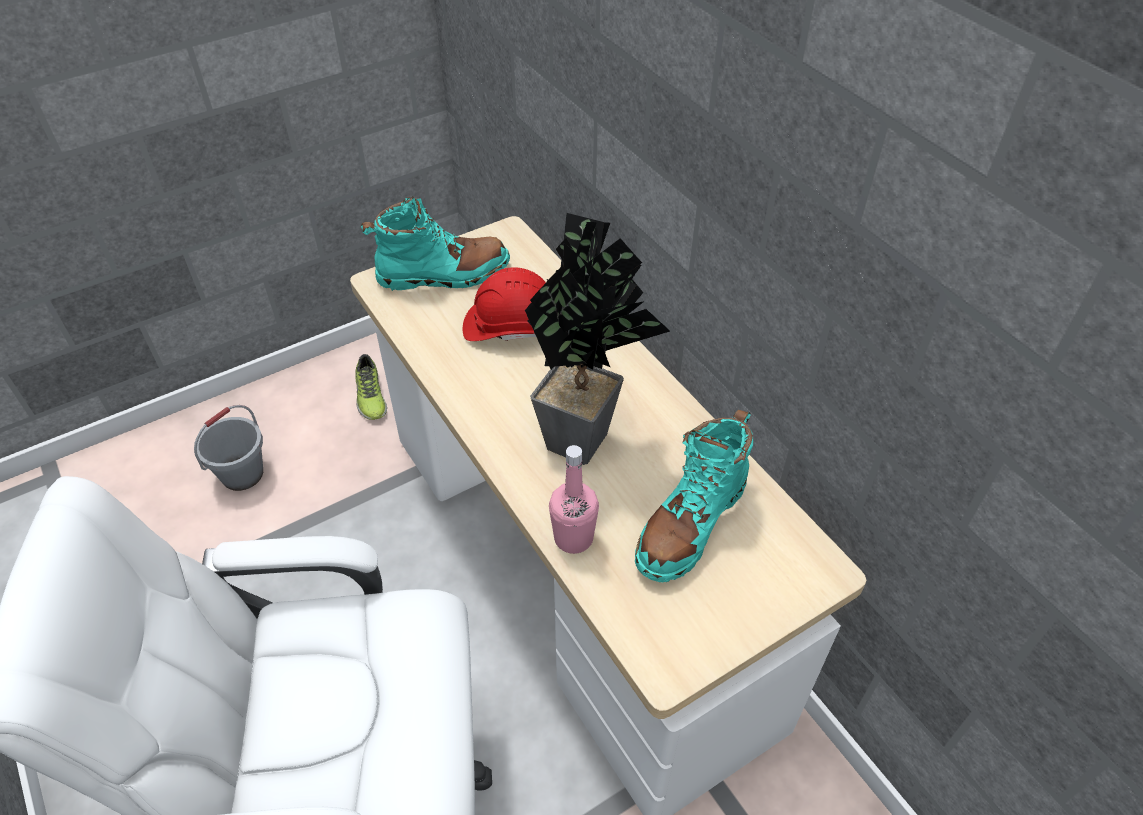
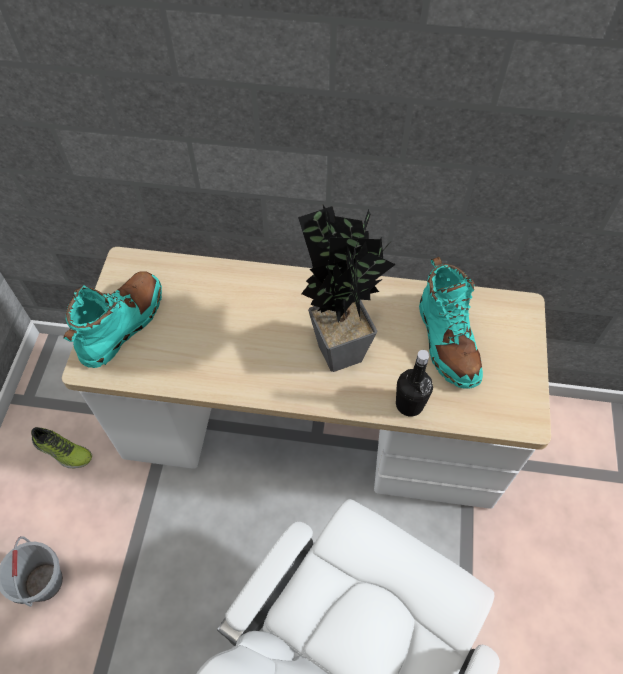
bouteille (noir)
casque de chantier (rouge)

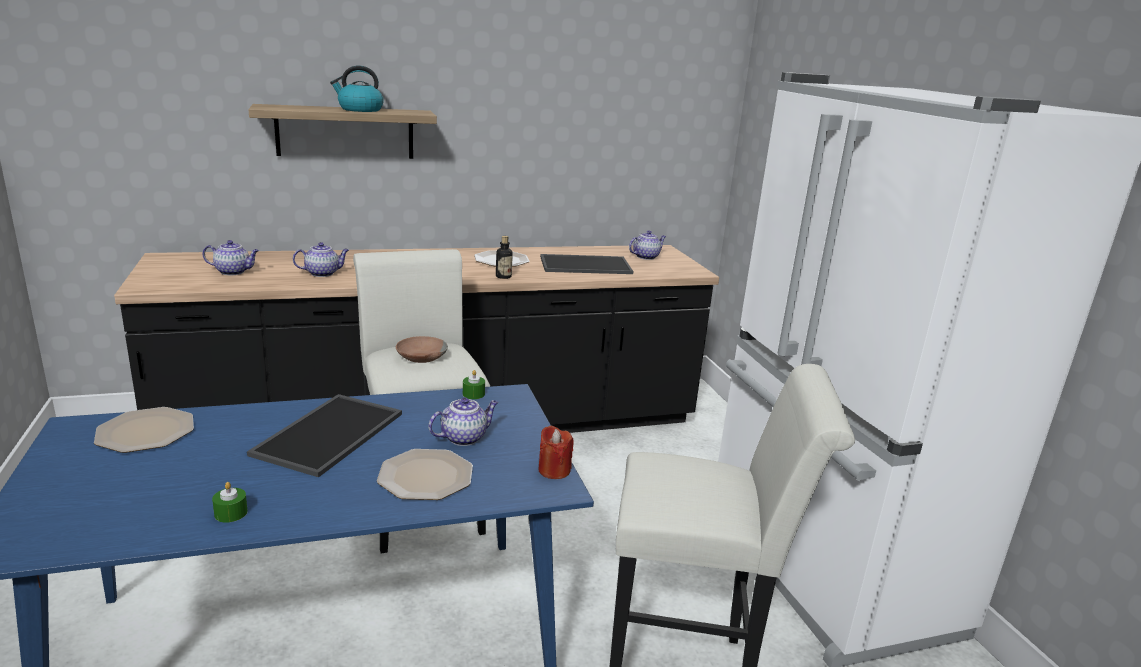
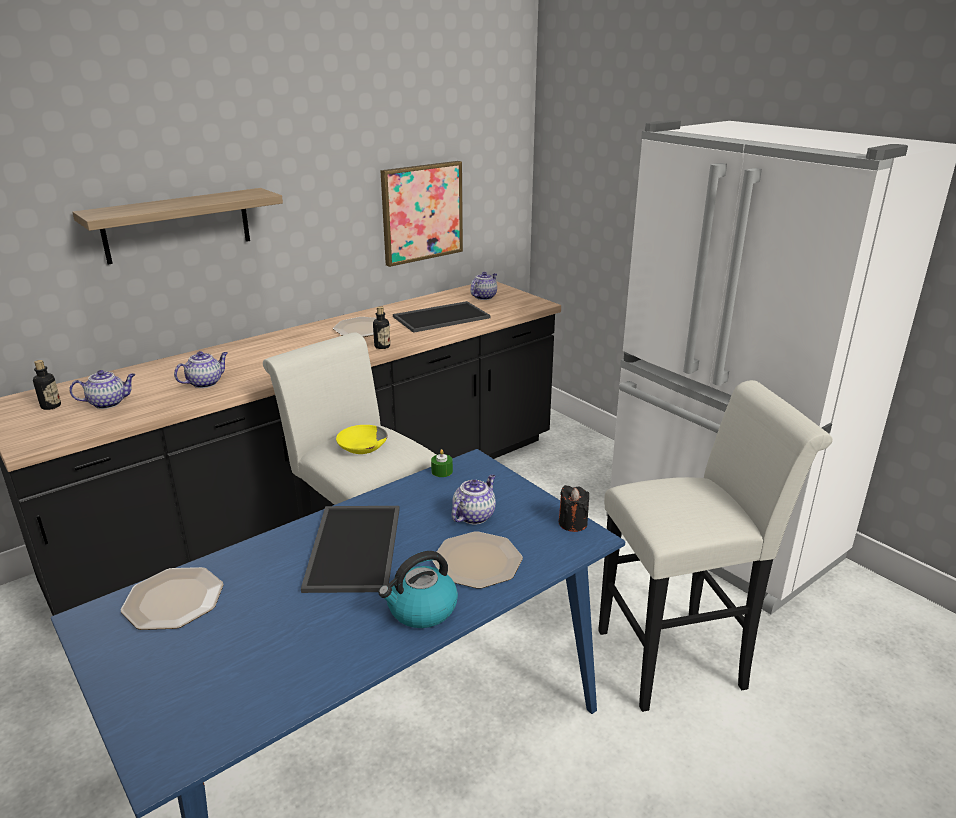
bouteille (1st from left)
bol (jaune)
bouilloire
tableau
bougie (noir)
bougie (vert) (1st from left in the first image)

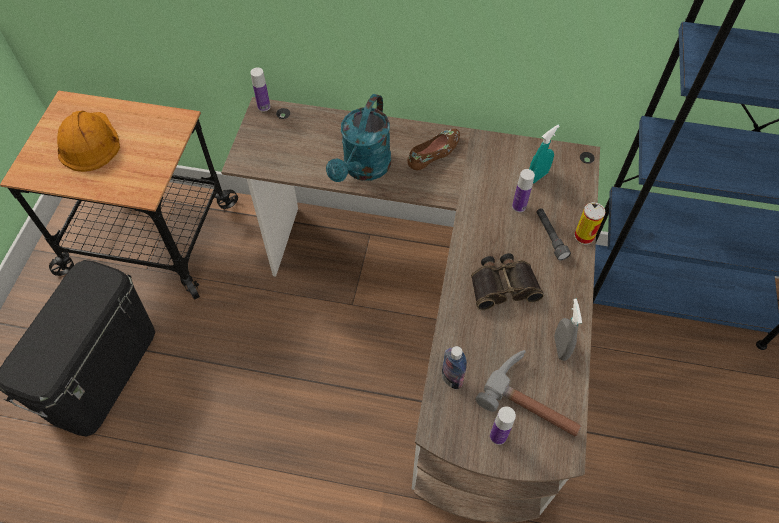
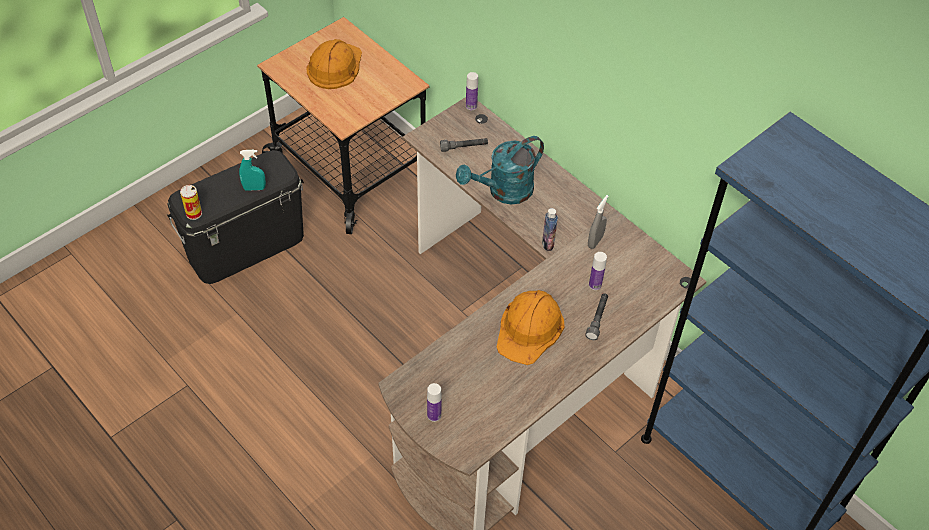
boîte métallique
vaporisateur (turquoise)
lampe de poche (gris) (1st from left)
casque de chantier (orange) (2nd from left)
bouteille (3rd from left)
vaporisateur (gris)
chaussure (marron)
marteau

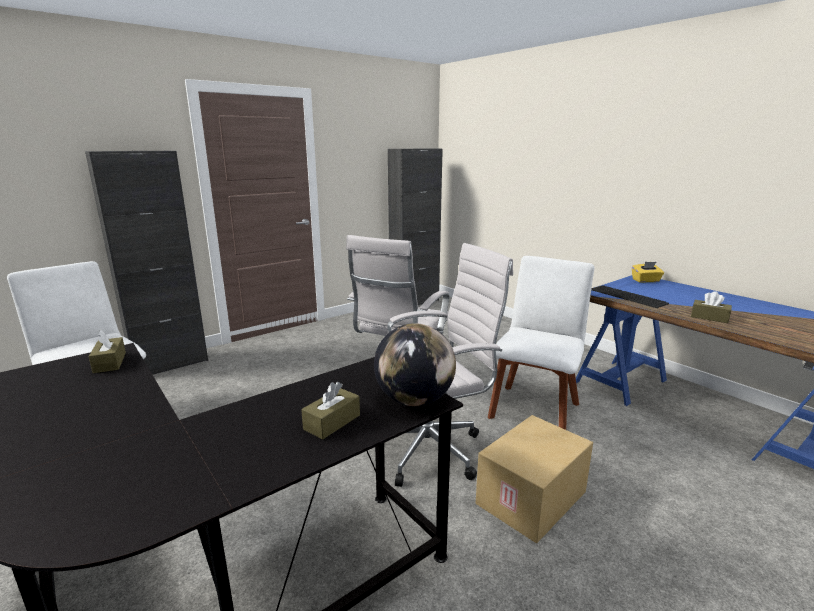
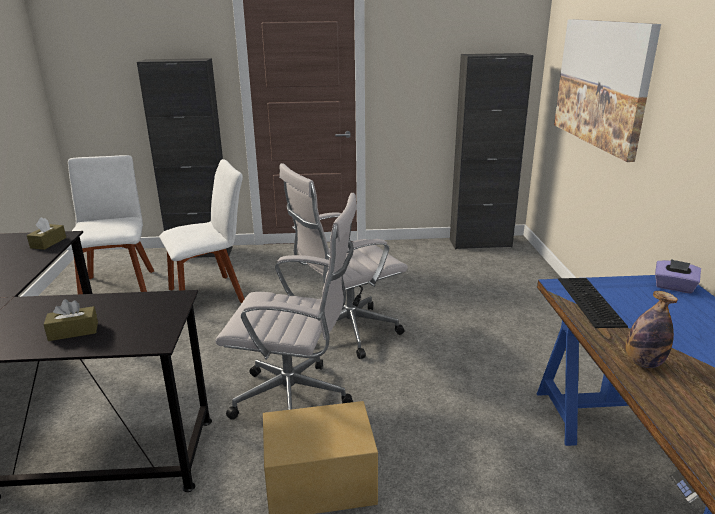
chaise (blanc) (2nd from left)
tableau
bouteille
boîte à mouchoirs (violet)
globe

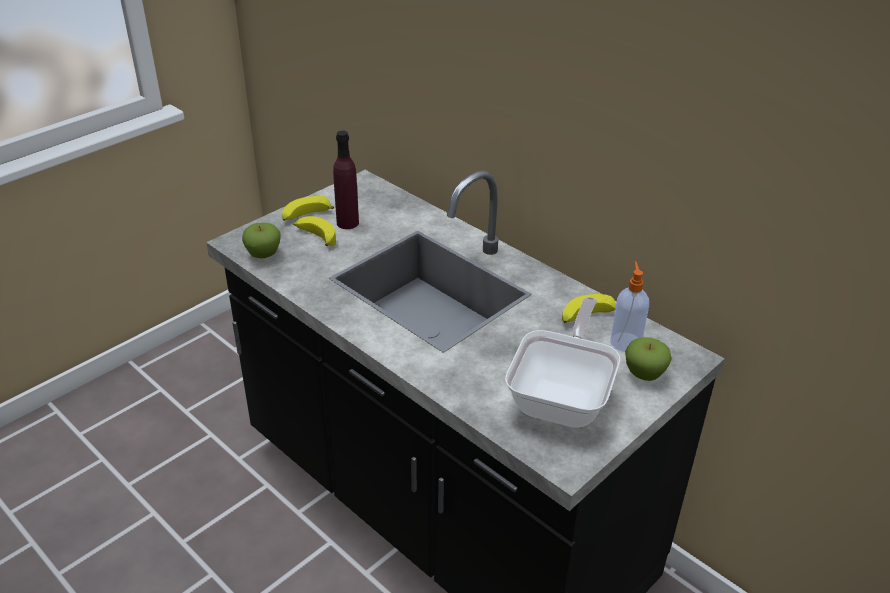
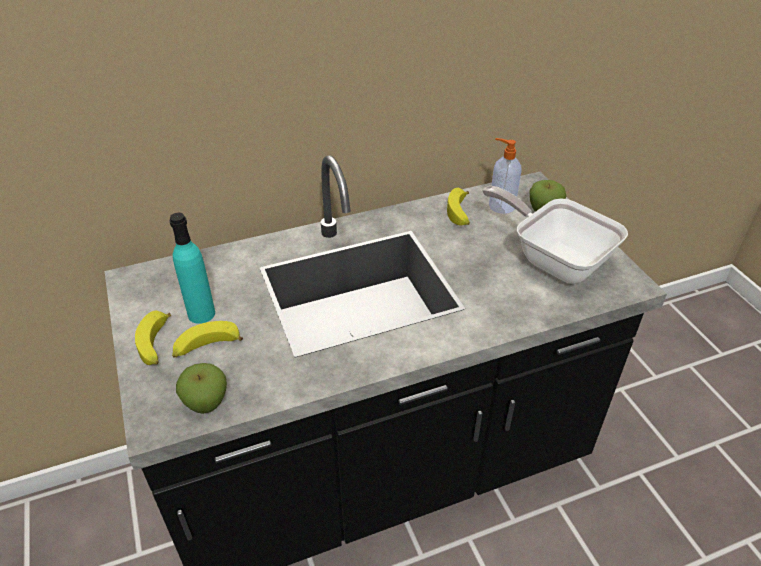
bouteille (turquoise)

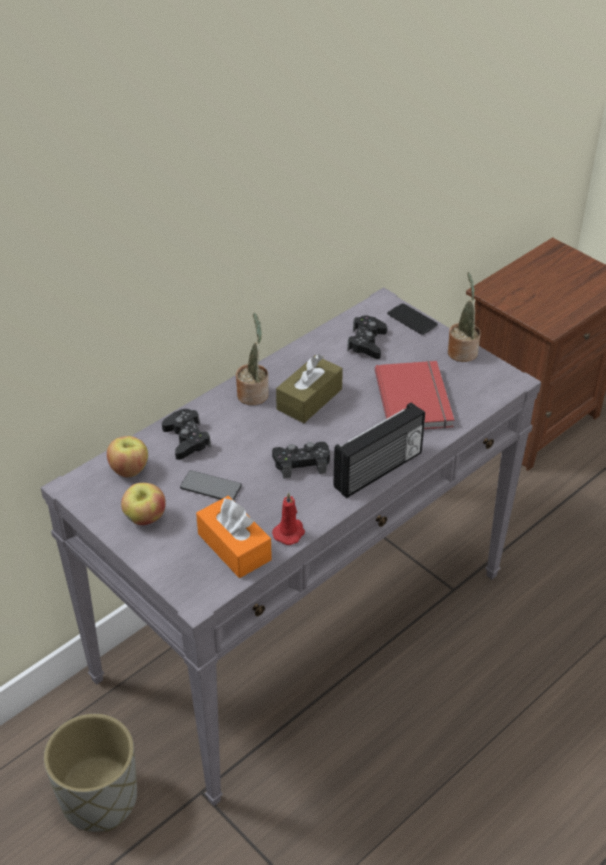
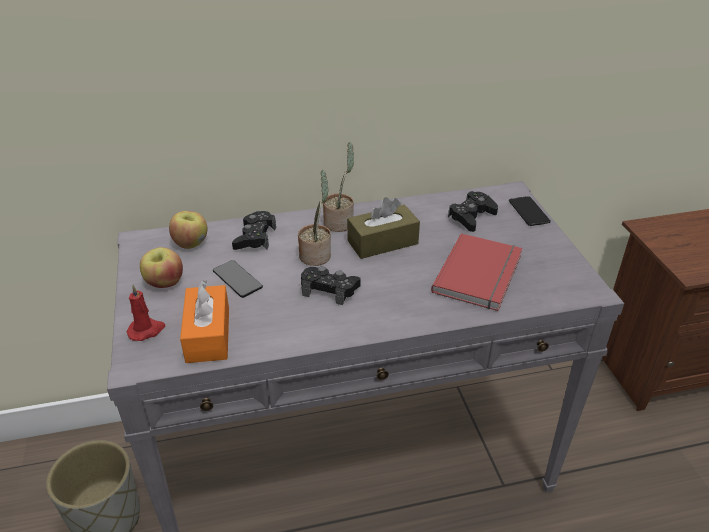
bougie (rouge)
plante en pot (1st from left)
radio

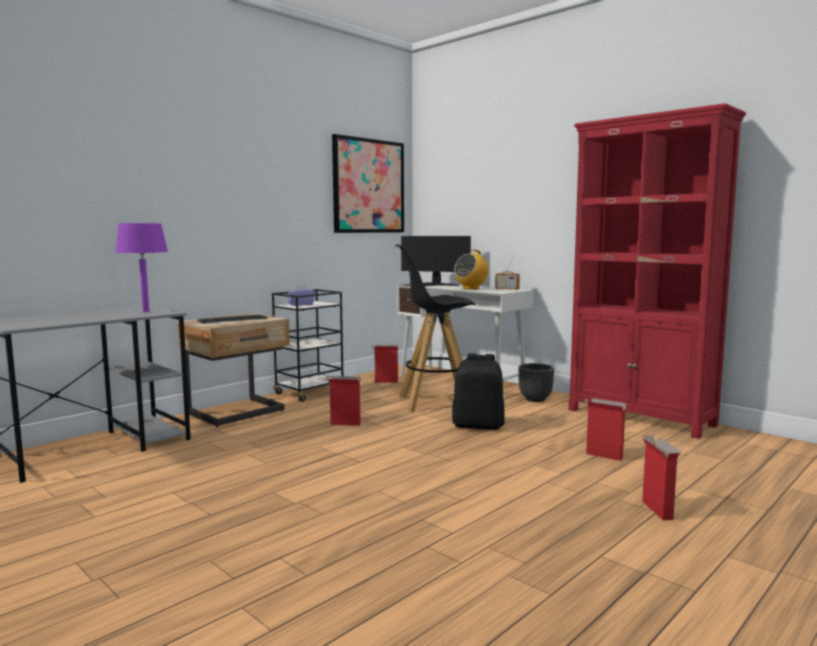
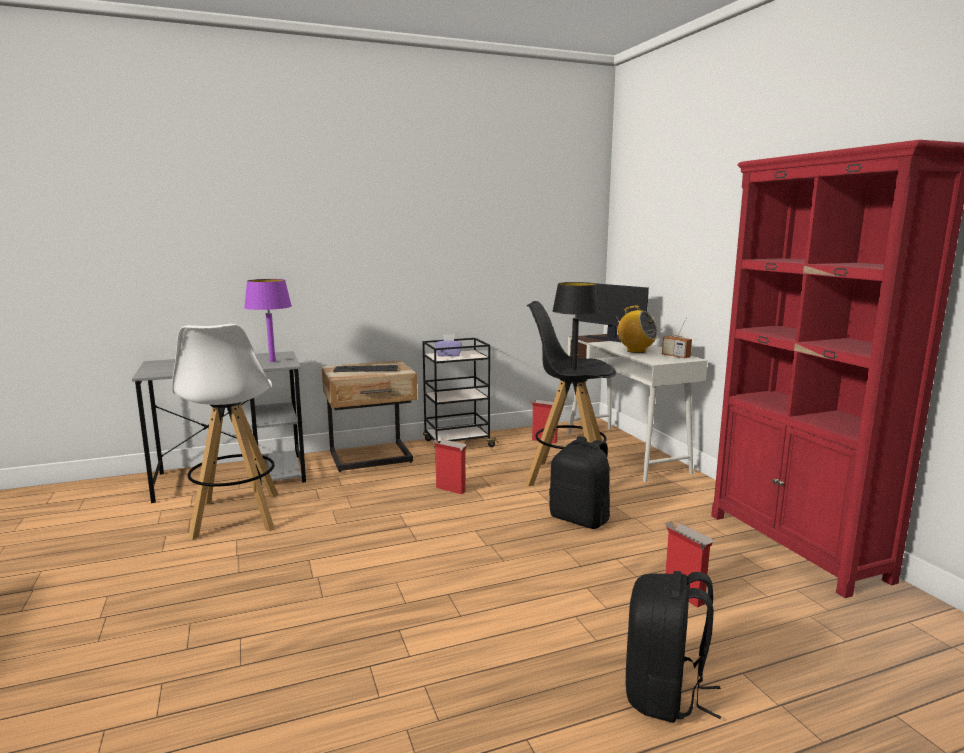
tabouret (blanc)
lampe de table (noir)
radio (1st from left)
sac à dos (noir) (2nd from left)
tableau
cache-pot (noir)

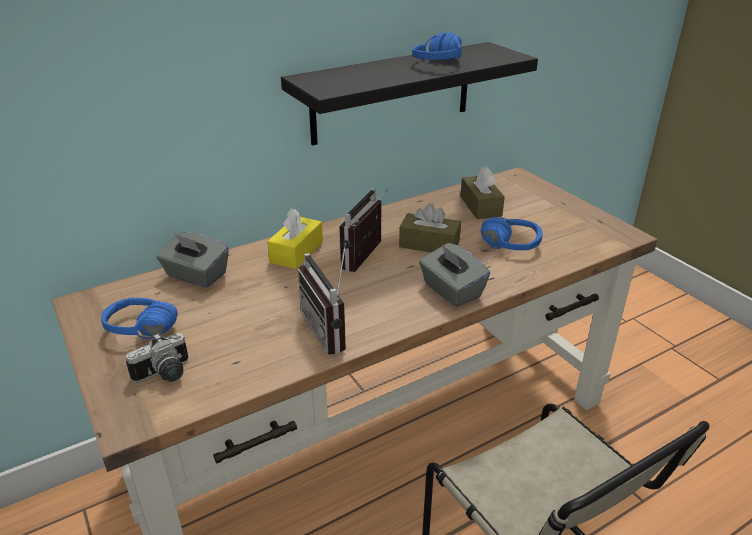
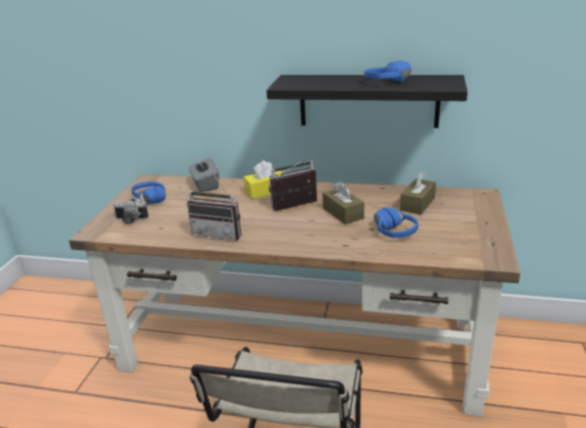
radio (1st from left)
boîte à mouchoirs (gris) (2nd from left in the first image)

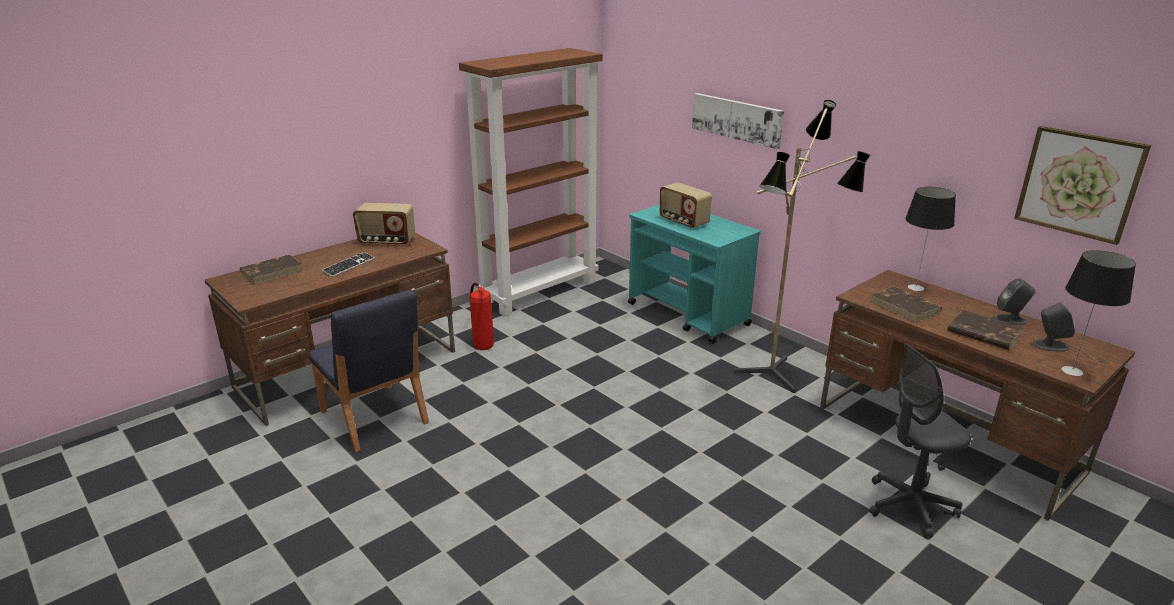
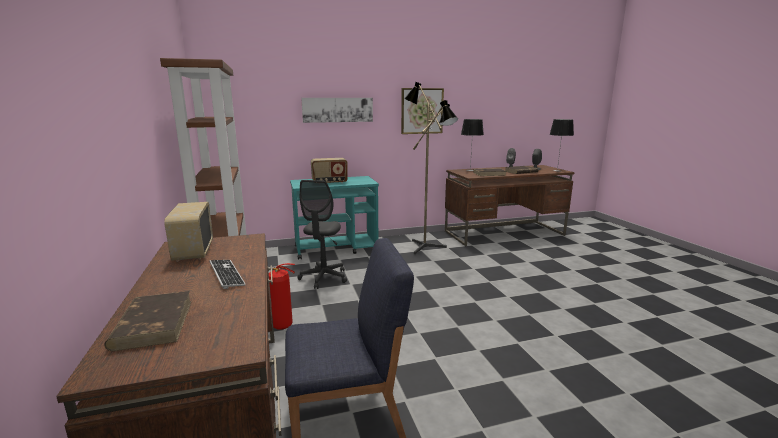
radio (1st from left)
chaise de bureau (gris)
tableau (2nd from left)

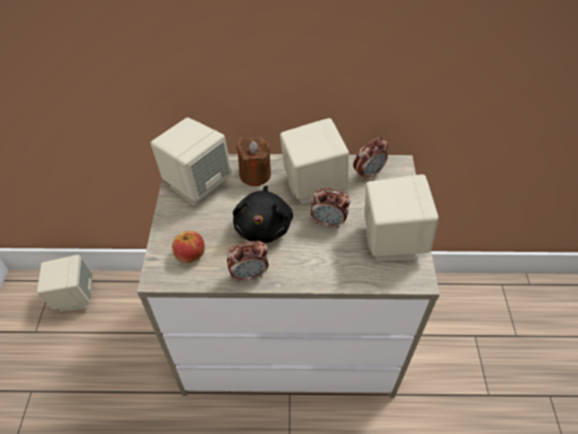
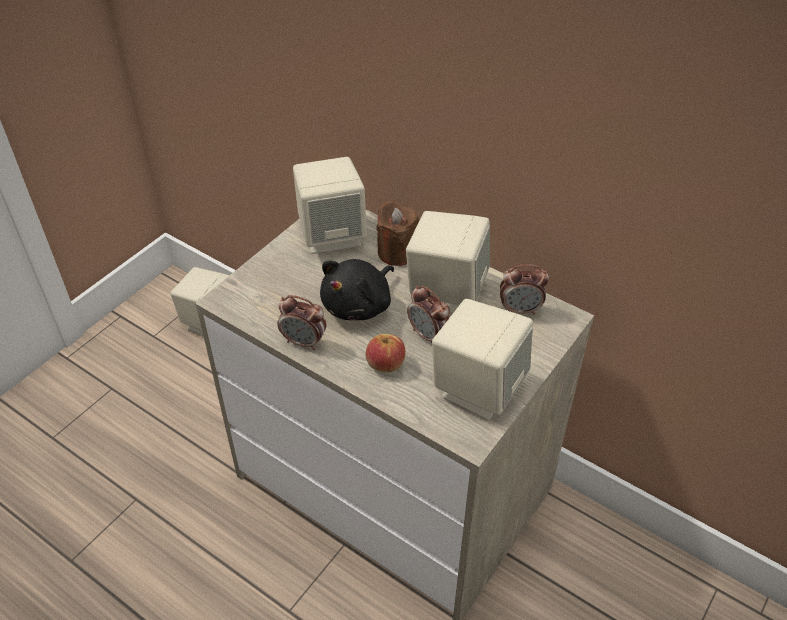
pomme

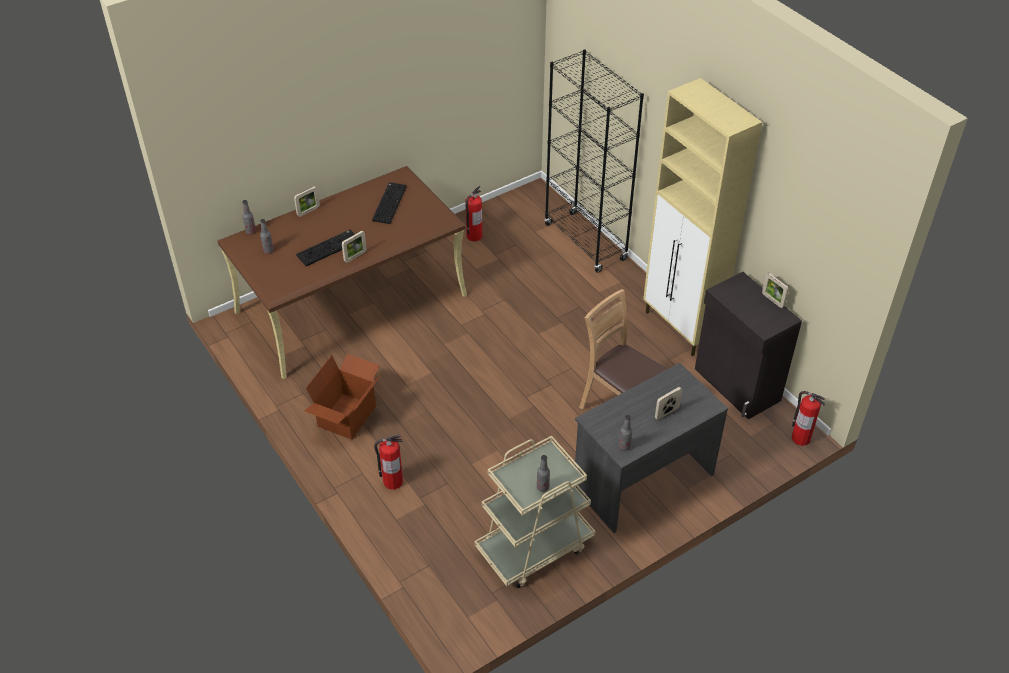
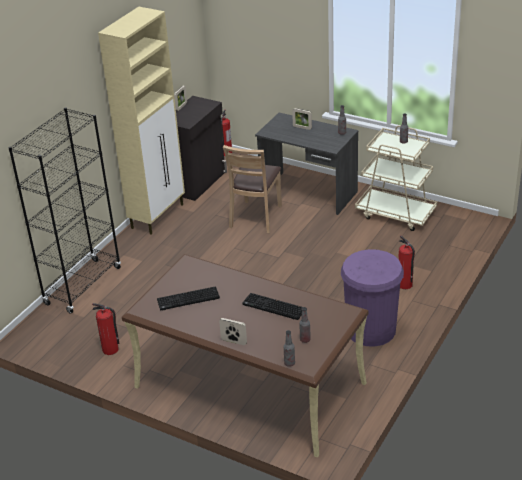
poubelle (violet)
cadre photo (2nd from left in the first image)

